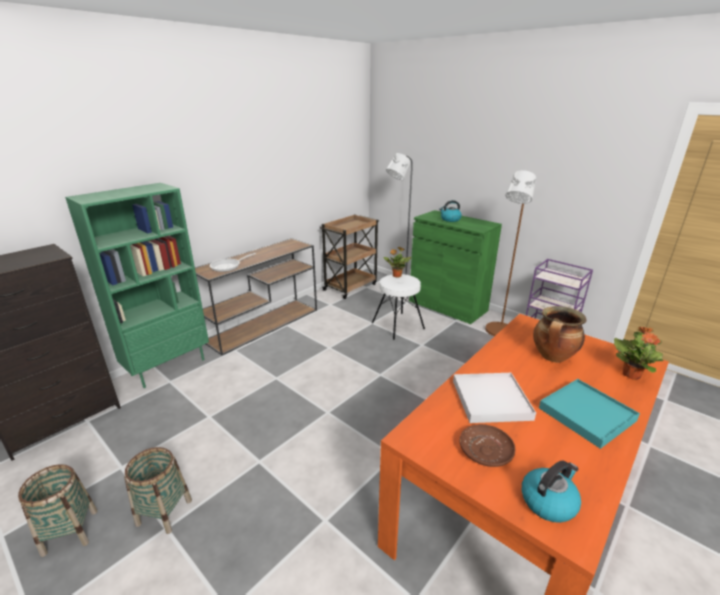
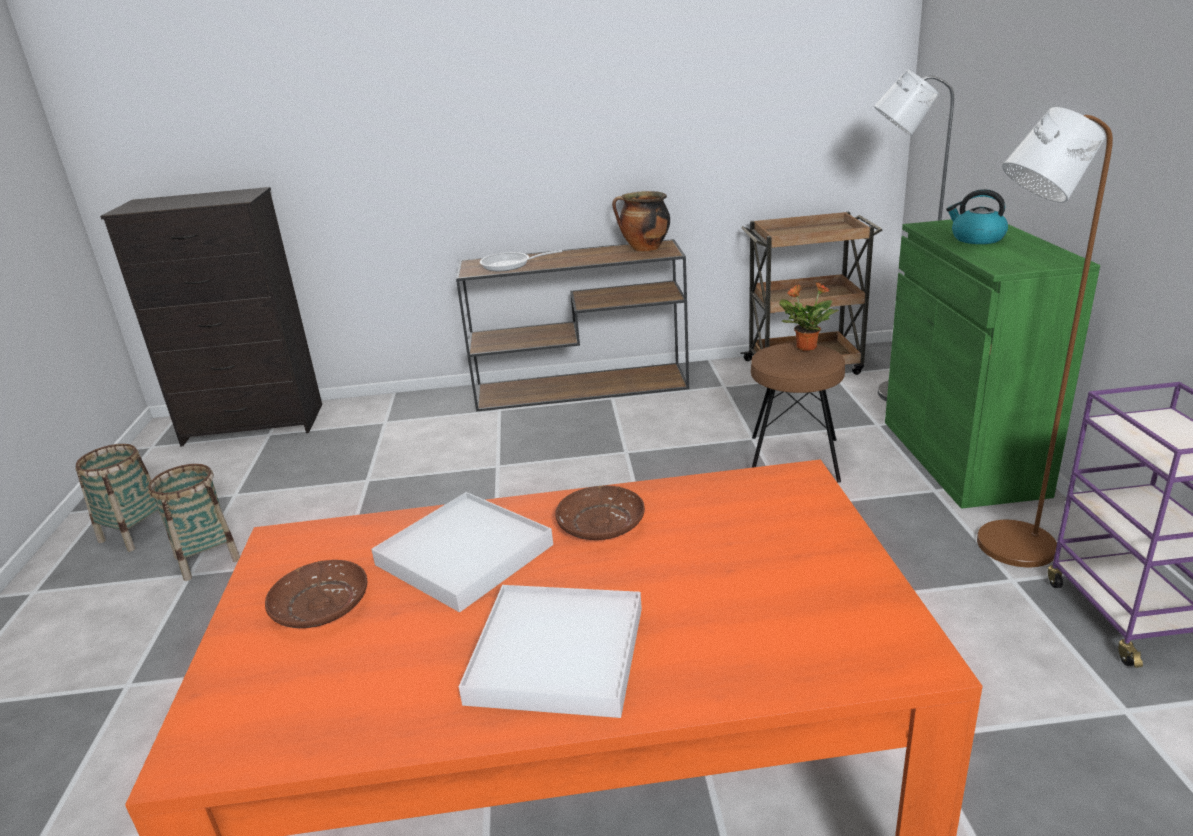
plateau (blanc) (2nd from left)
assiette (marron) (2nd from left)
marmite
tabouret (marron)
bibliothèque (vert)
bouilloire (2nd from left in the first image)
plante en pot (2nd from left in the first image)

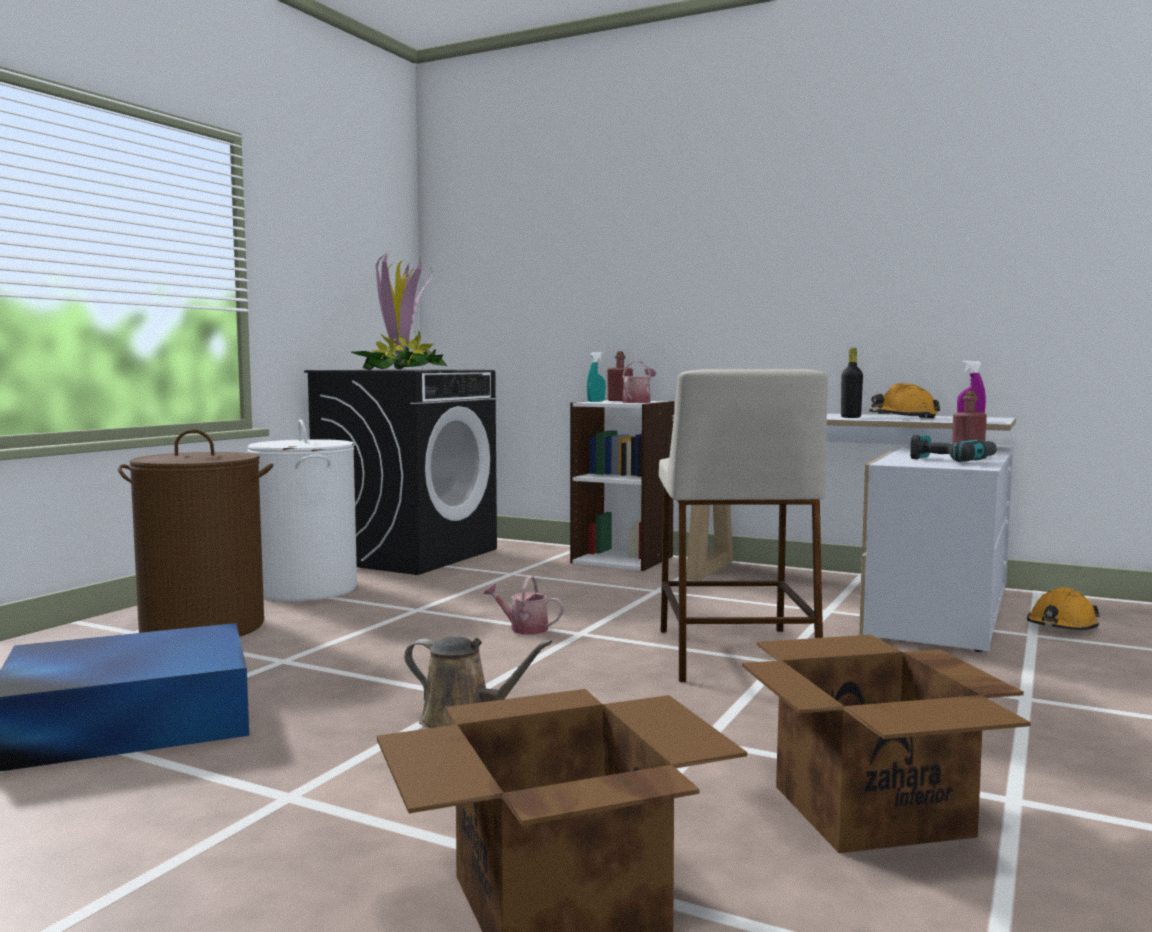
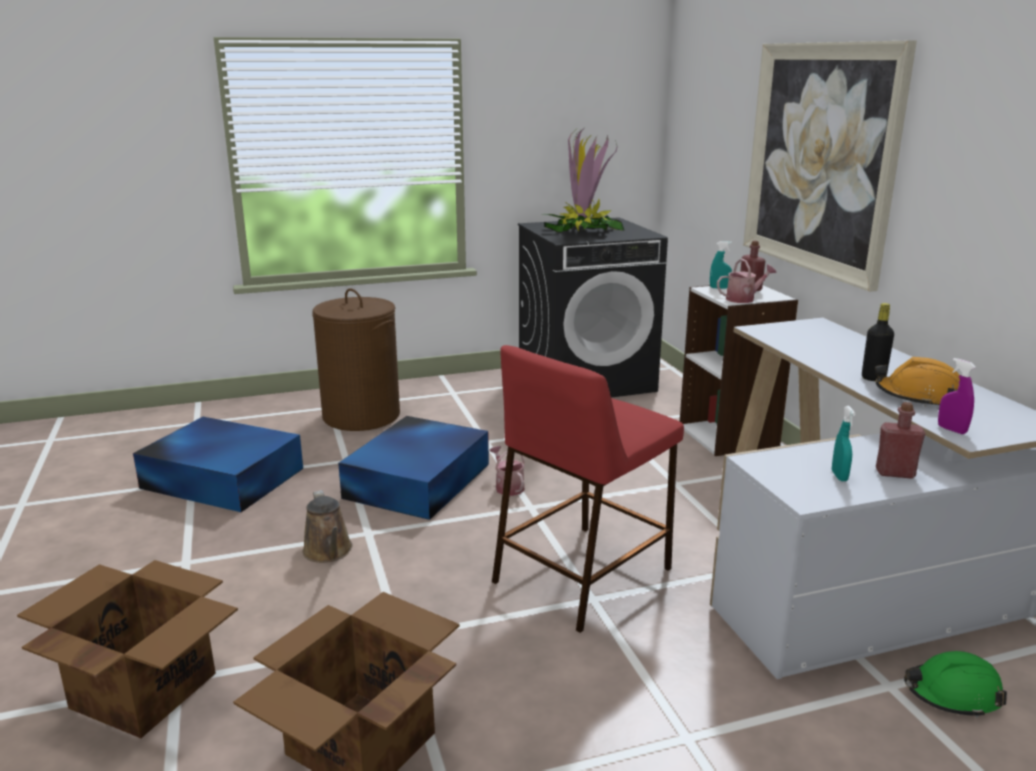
boîte de rangement (bleu) (2nd from left)
tabouret (rouge)
tableau
vaporisateur (turquoise) (2nd from left)
casque de chantier (vert)
panier à linge (blanc)

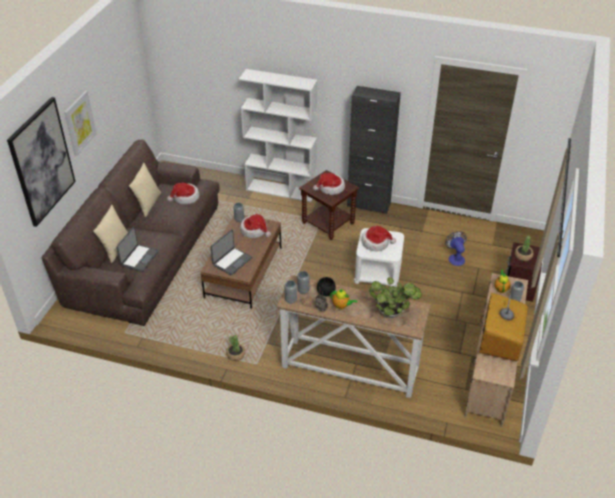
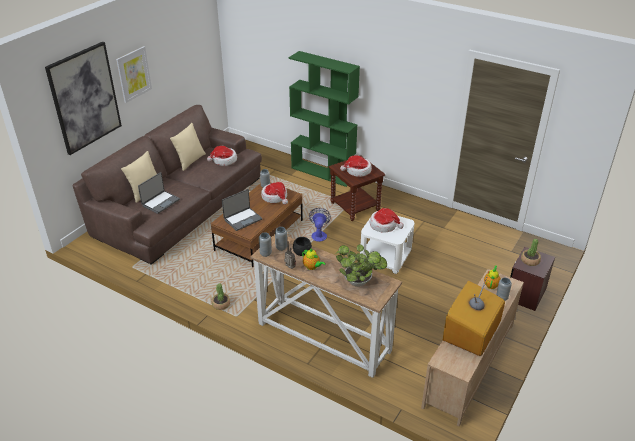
bibliothèque (vert)
ventilateur
meuble de rangement (noir)

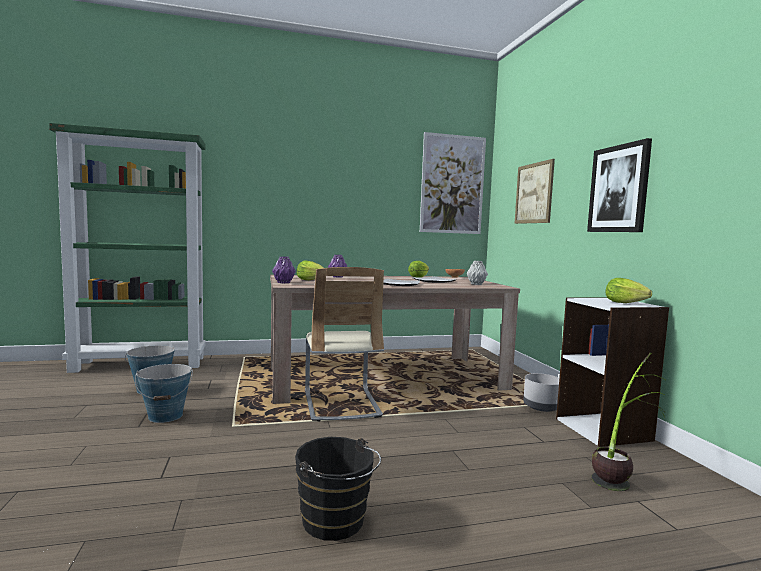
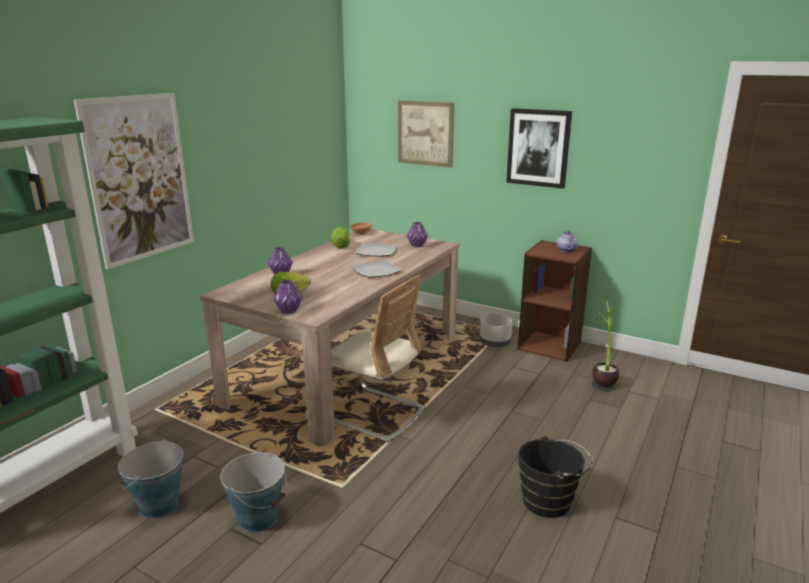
tableau (1st from left)
vase (violet) (3rd from left)
bibliothèque (marron)
théière

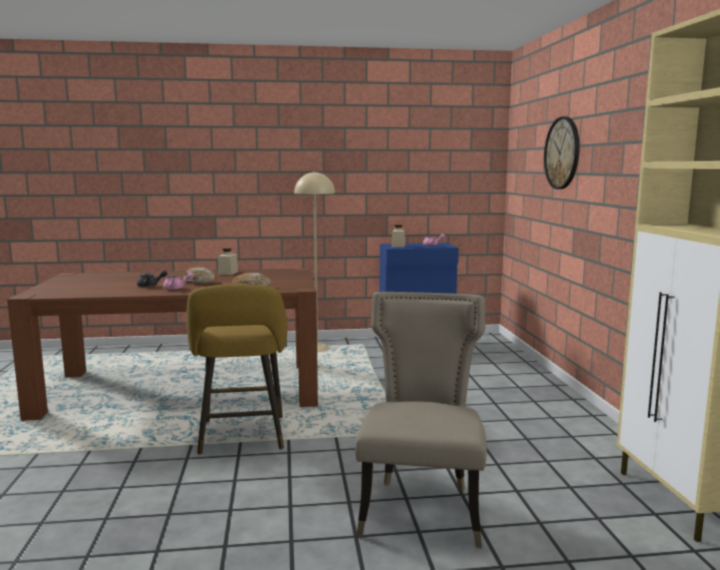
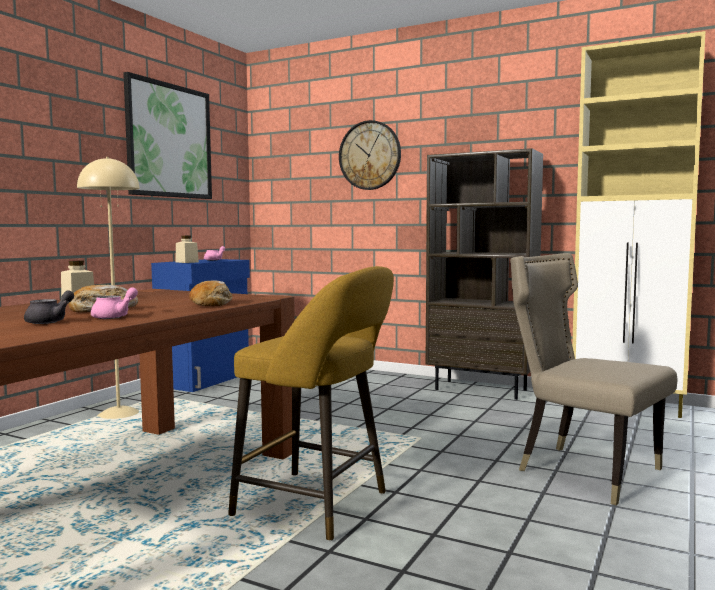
tableau
bibliothèque (marron)

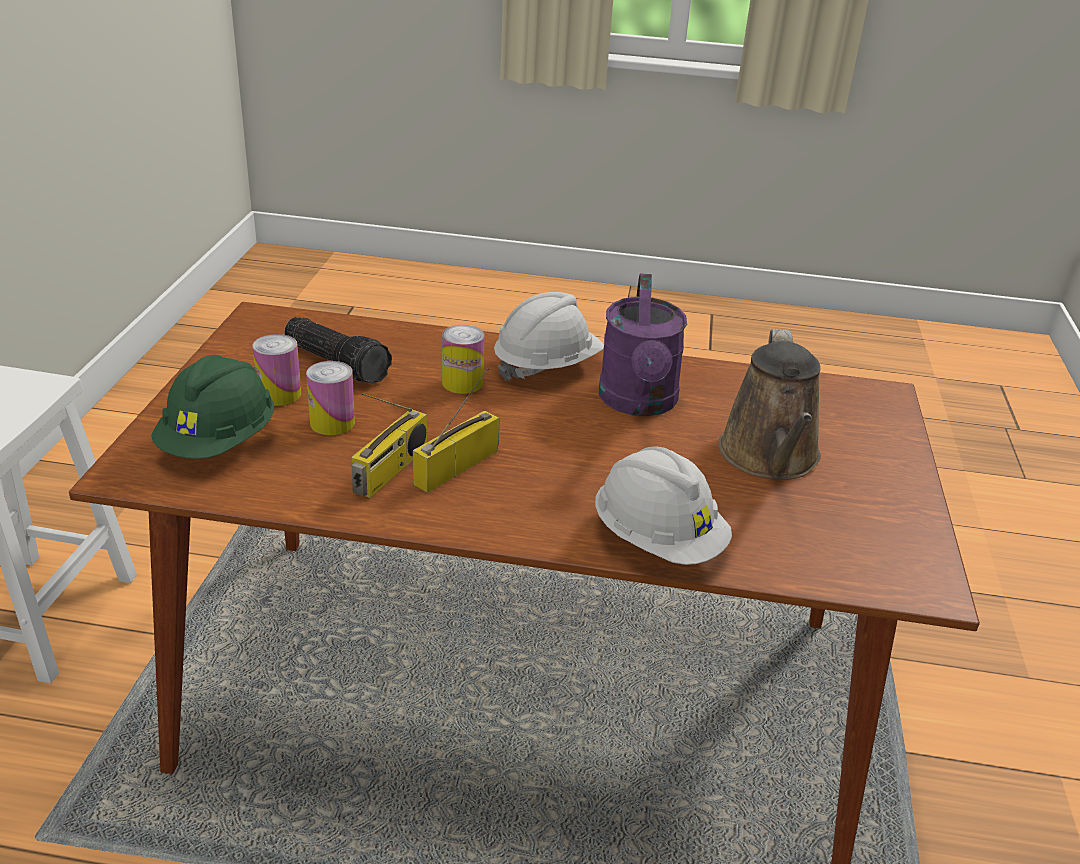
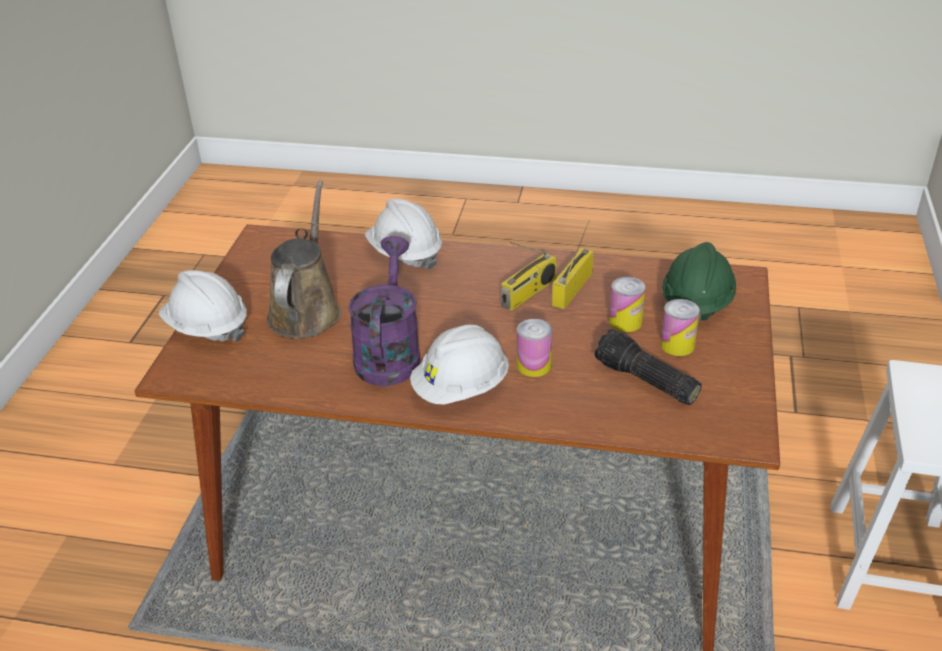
casque de chantier (blanc) (1st from left)

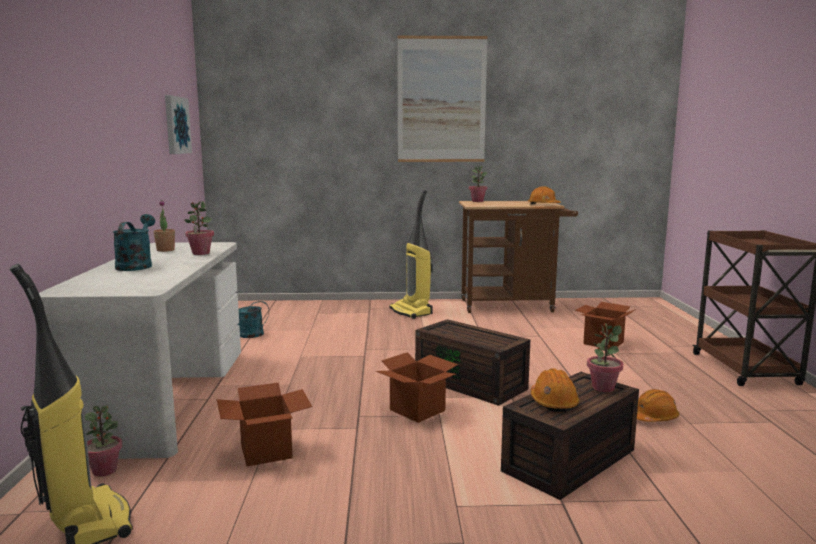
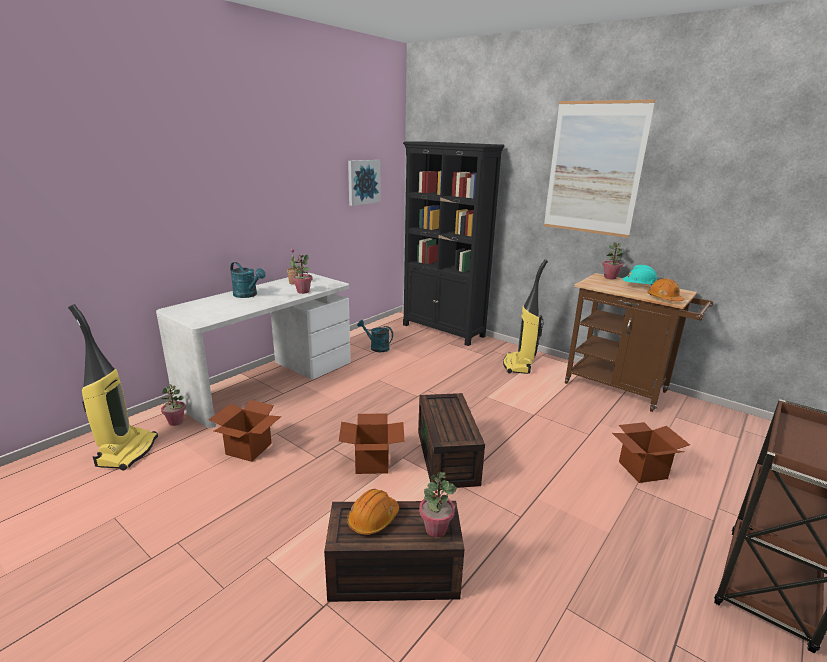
arrosoir (turquoise) (1st from left)
bibliothèque (noir)
casque de chantier (turquoise)
casque de chantier (orange) (3rd from left in the first image)

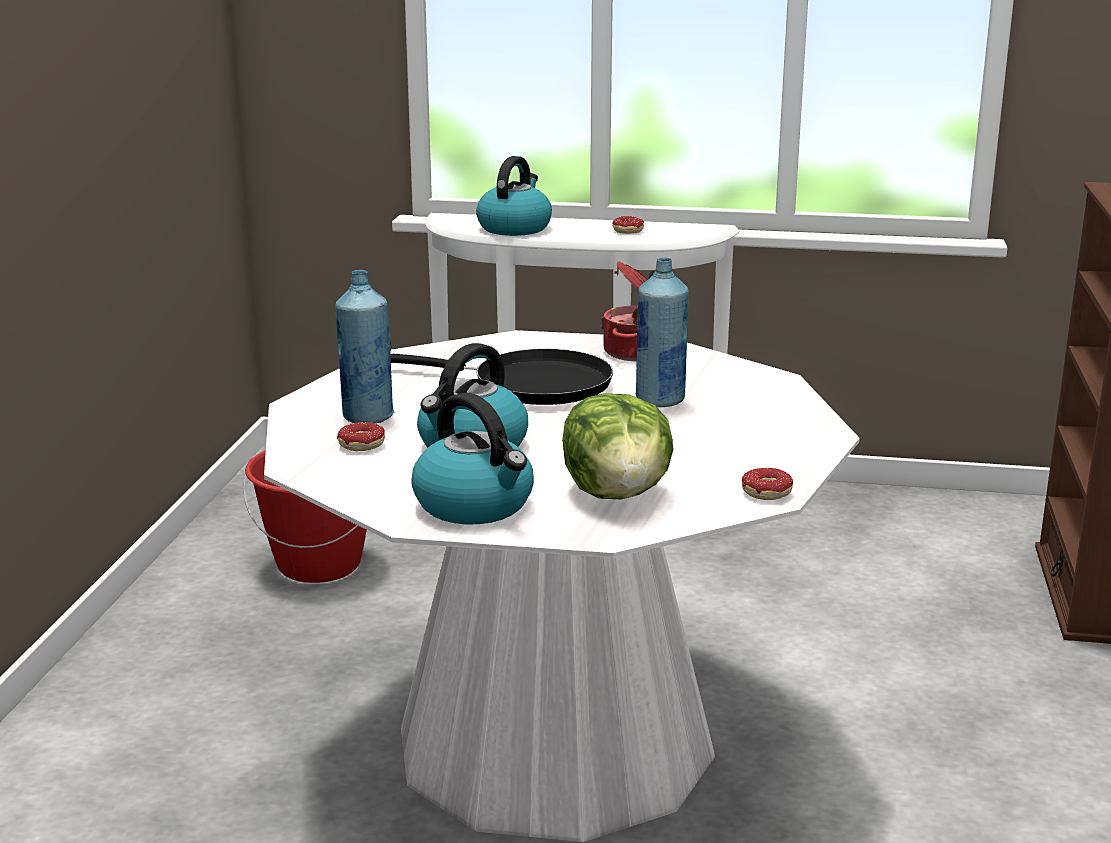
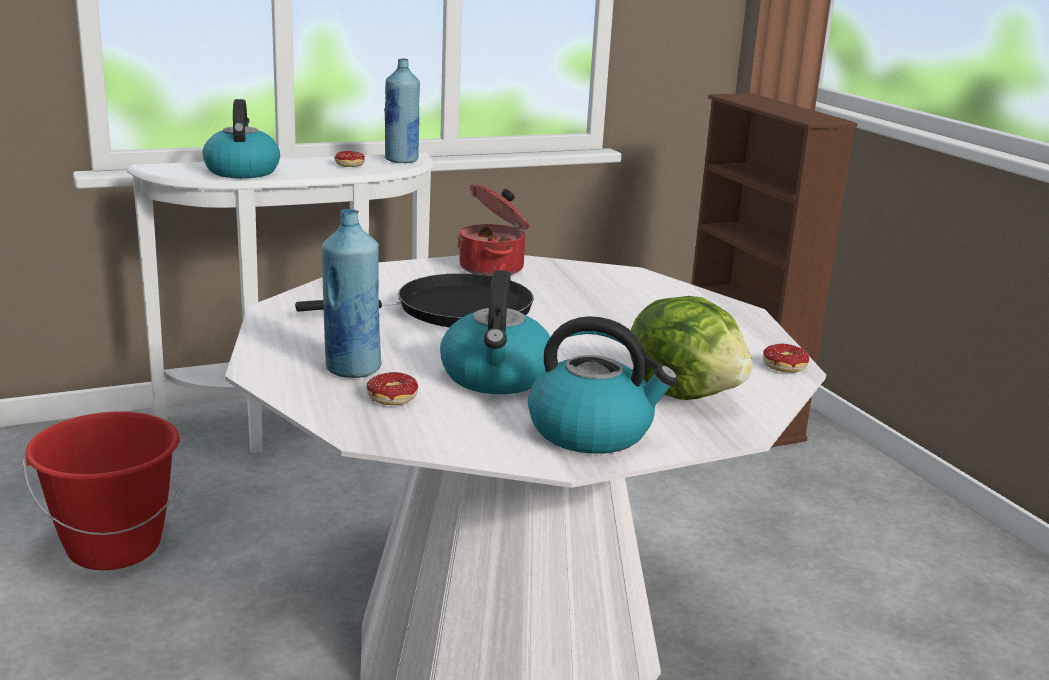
bouteille (bleu) (2nd from left)

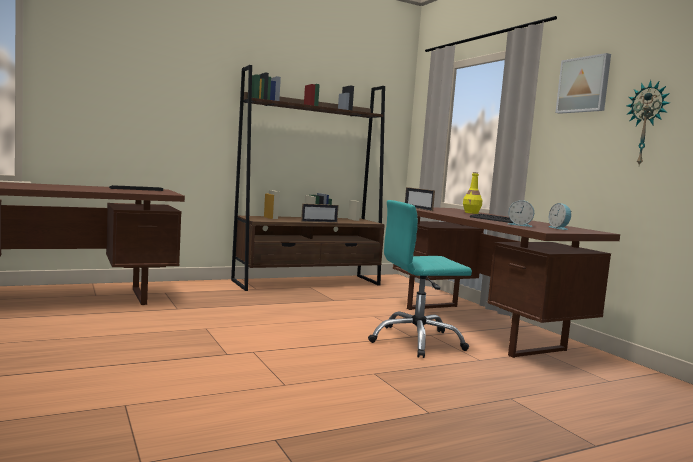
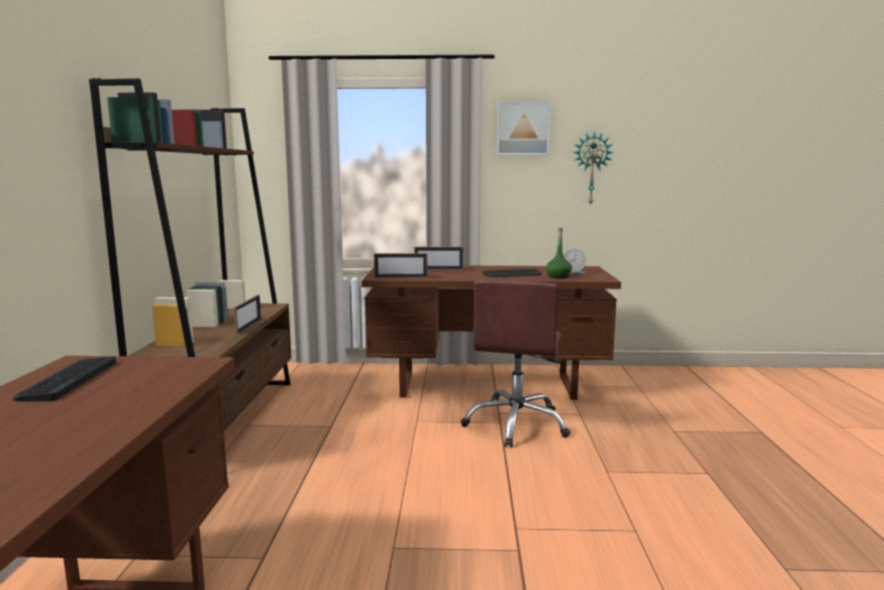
cadre photo (3rd from left)
chaise de bureau (marron)
bouteille (vert)

